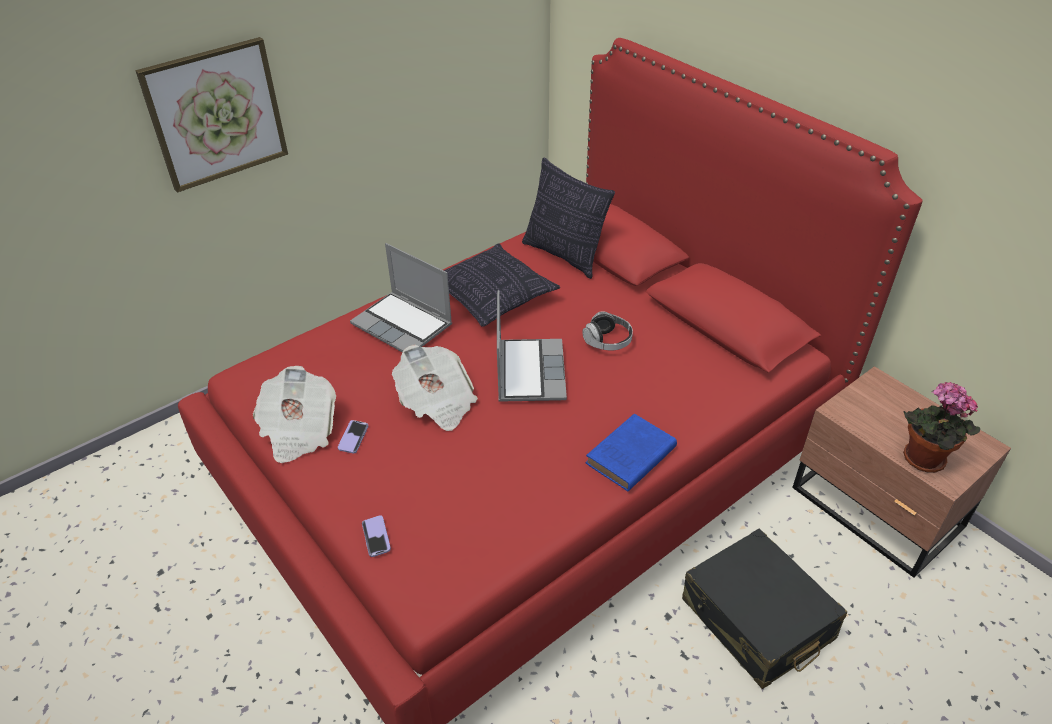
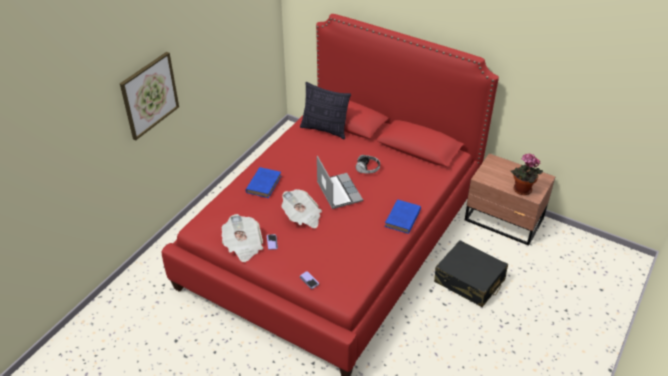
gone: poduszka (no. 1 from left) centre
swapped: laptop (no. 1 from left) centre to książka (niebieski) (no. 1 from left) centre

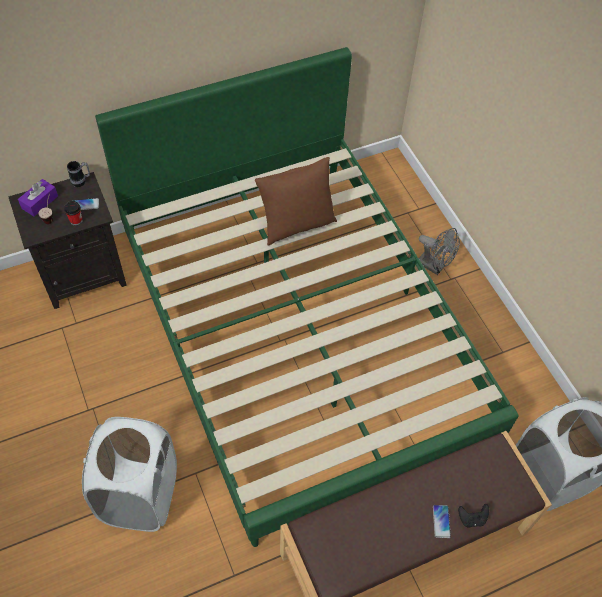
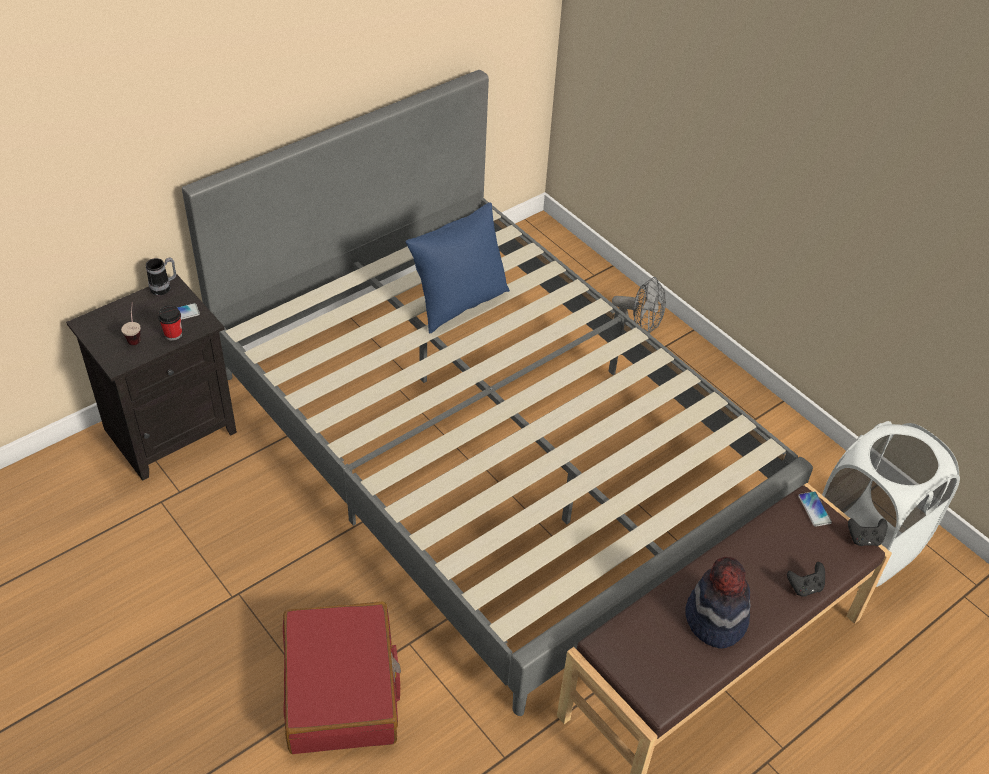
gone: pudełko chusteczek (fioletowy) top left
new: kapelusz bottom right; pad do gier (czarny) (no. 2 from left) bottom right
shifted: telefon (no. 2 from left) bottom right to middle right
swapped: kosz na pranie (biały) (no. 1 from left) bottom left to walizka (czerwony) bottom centre
repainted: łóżko (zielony) centre to łóżko (szary) centre; poduszka (brązowy) centre to poduszka (niebieski) centre

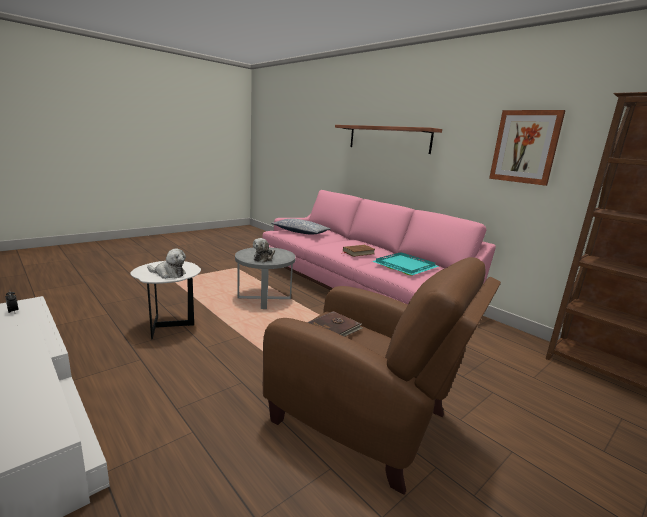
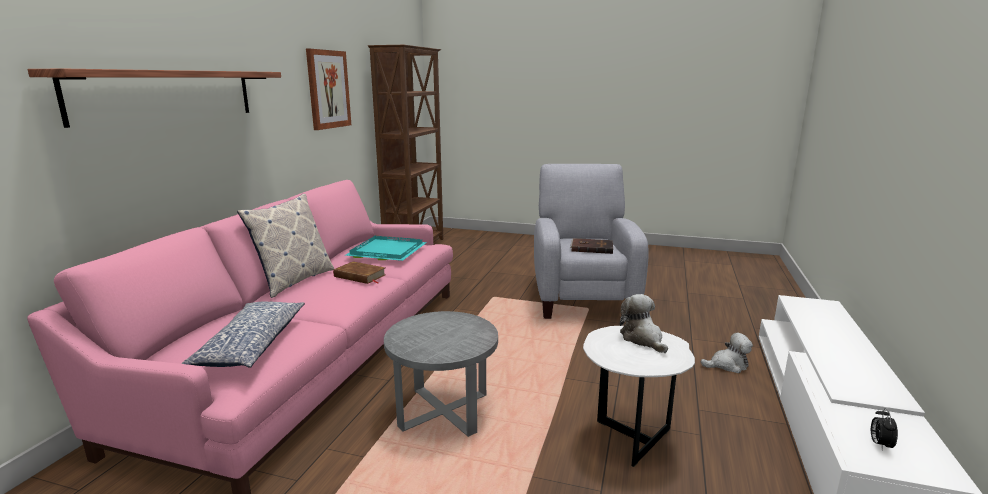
new: poduszka (no. 2 from left) middle left
shifted: pluszak (no. 2 from left) centre to bottom right
repainted: fotel (brązowy) bottom centre to fotel (szary) centre

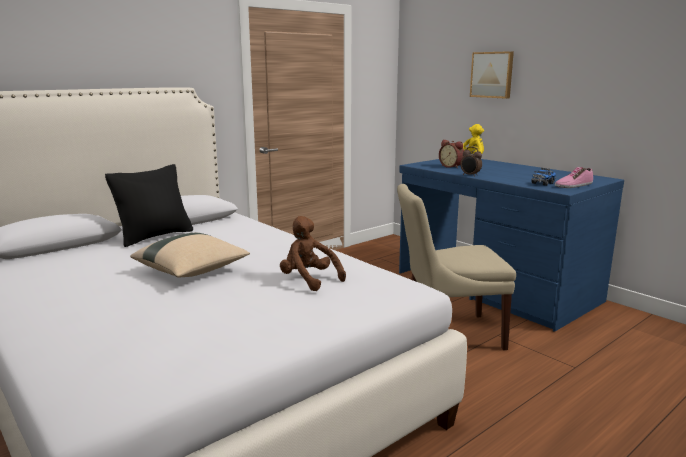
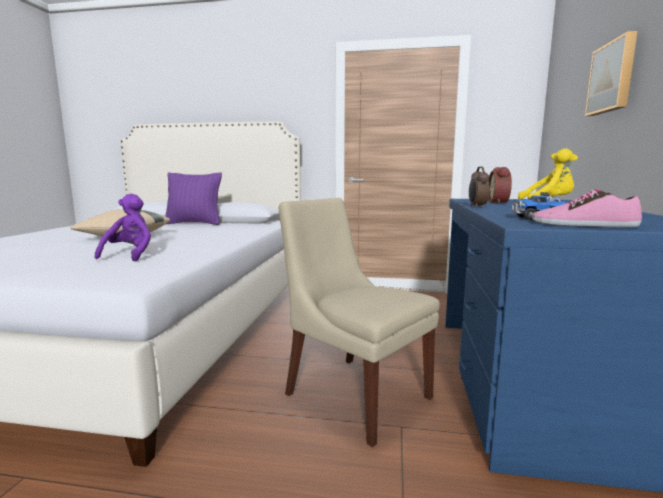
repainted: pluszak (brązowy) centre to pluszak (fioletowy) middle left; poduszka (czarny) middle left to poduszka (fioletowy) middle left

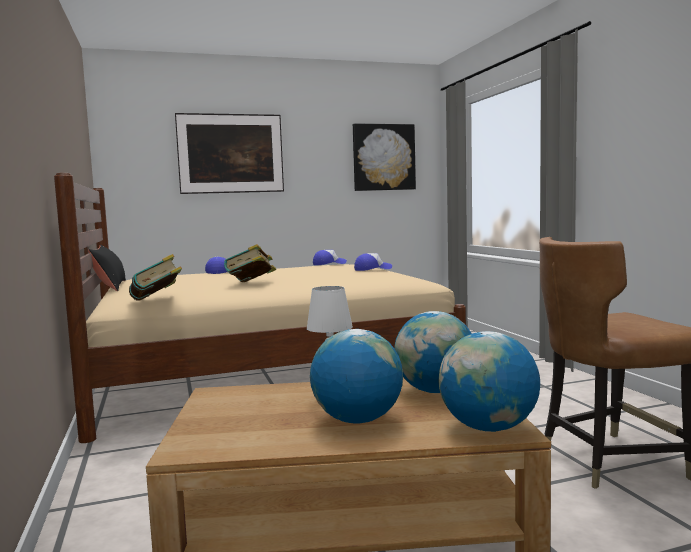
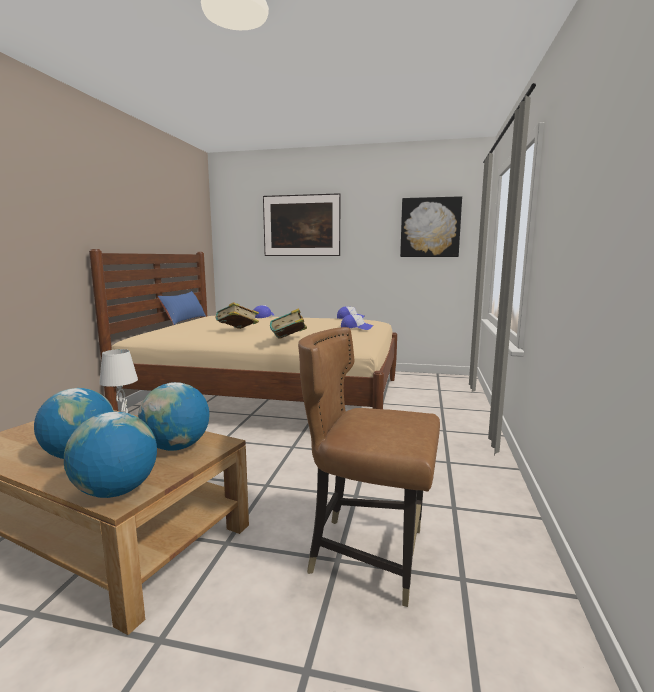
shifted: książka (no. 1 from left in the first image) middle left to książka (no. 2 from left) centre
repainted: poduszka (czarny) middle left to poduszka (niebieski) middle left

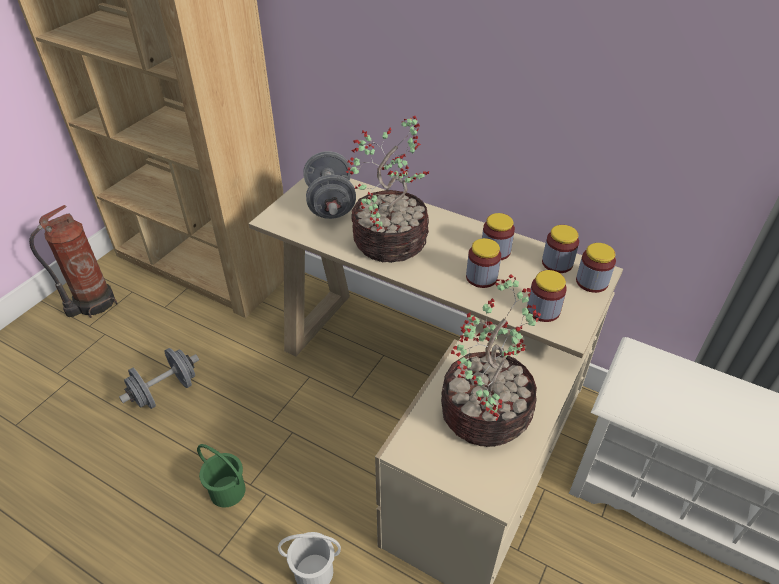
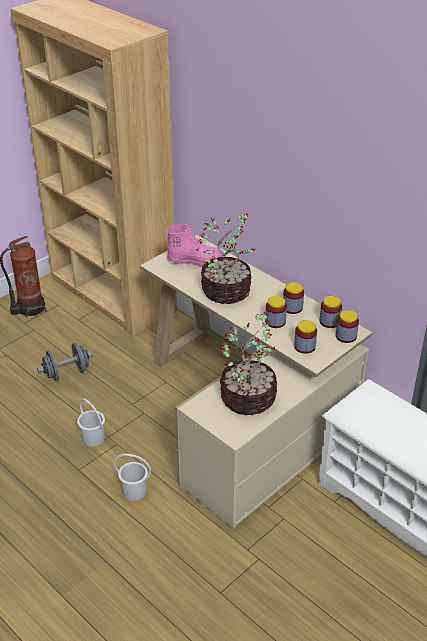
swapped: hantel (szary) (no. 2 from left) top centre to but z cholewką (różowy) centre
repainted: wiadro (zielony) bottom left to wiadro (biały) (no. 1 from left) middle left

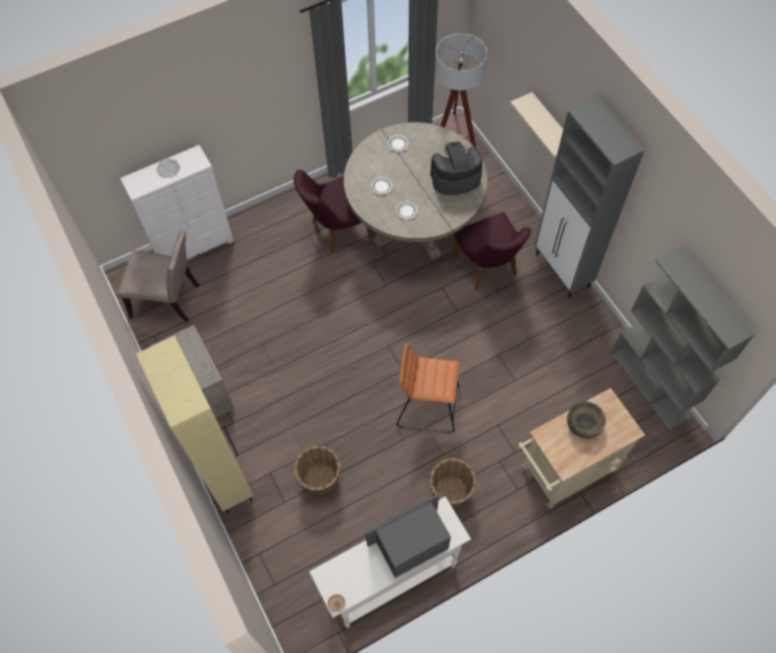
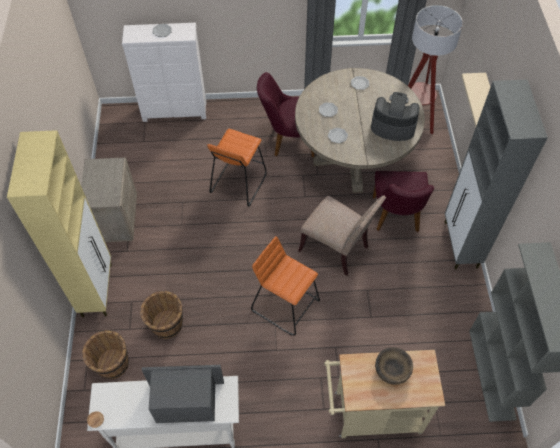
new: stołek (pomarańczowy) (no. 1 from left) centre
shifted: wiadro (brązowy) (no. 2 from left in the first image) bottom centre to wiadro (brązowy) (no. 1 from left) bottom left; krzesło (beżowy) middle left to centre

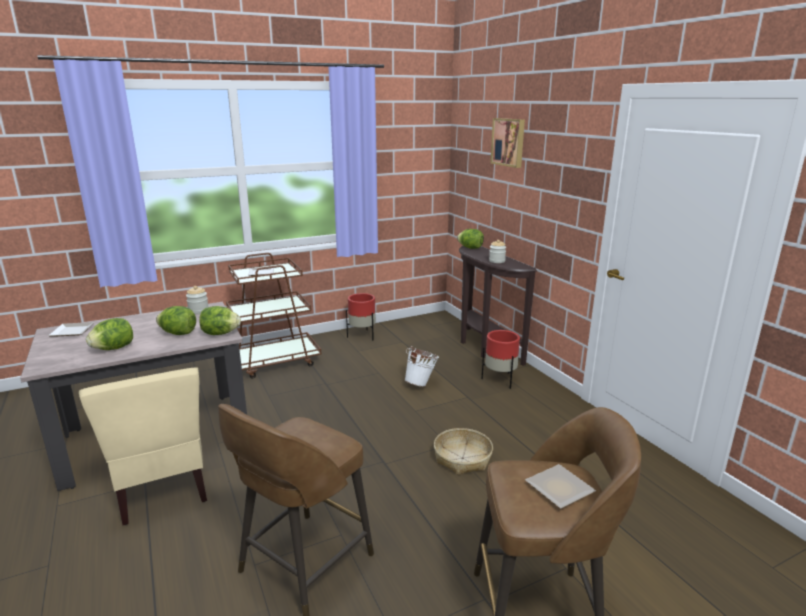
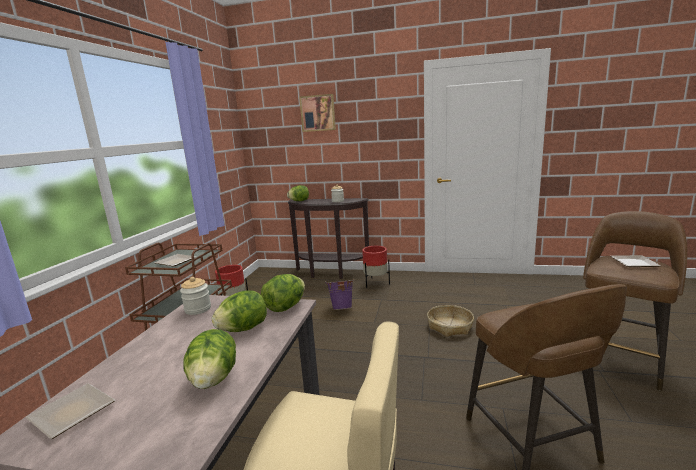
repainted: wiadro (biały) centre to wiadro (fioletowy) centre

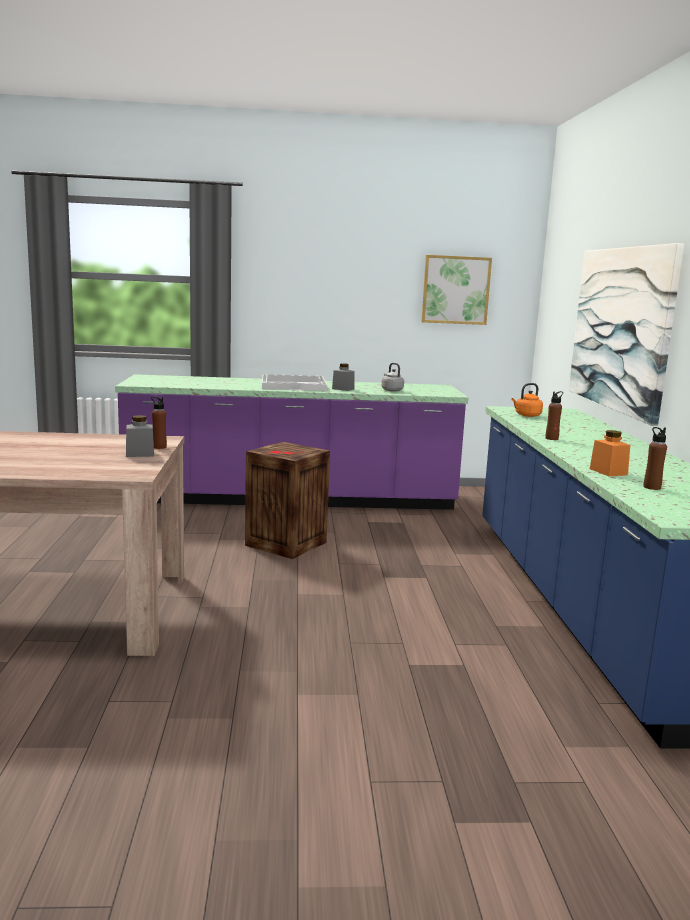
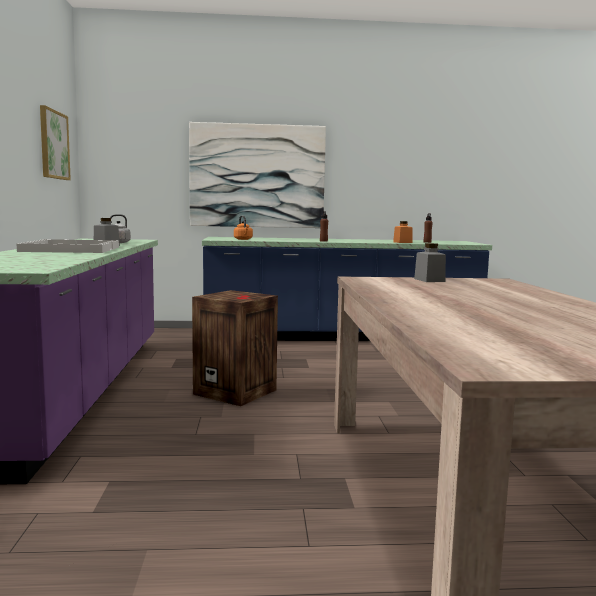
gone: butelka (brązowy) (no. 1 from left) middle left

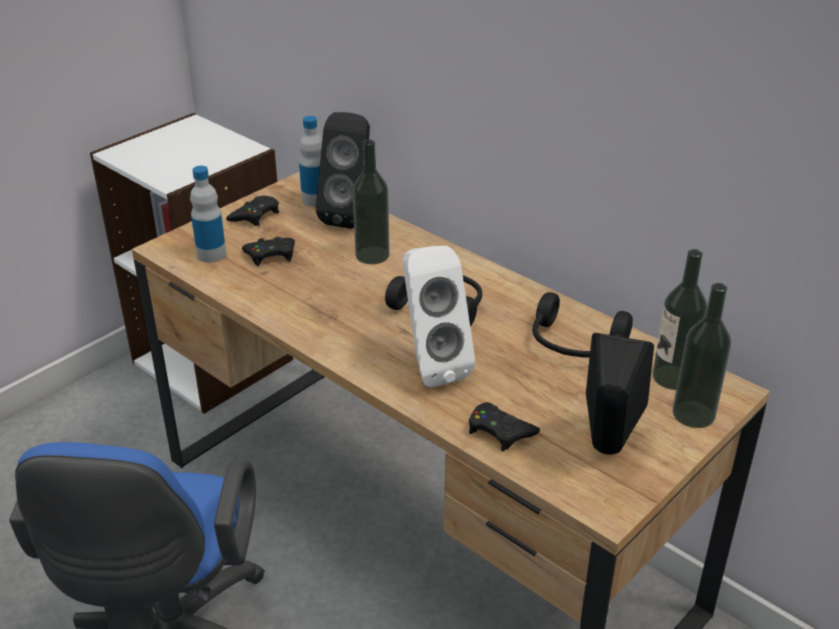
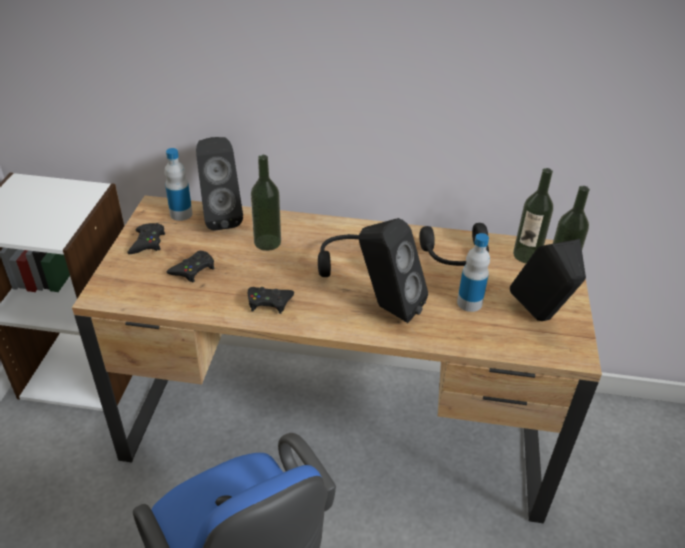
shifted: pad do gier (czarny) (no. 3 from left) bottom centre to centre; butelka (no. 1 from left in the first image) middle left to butelka (no. 3 from left) middle right
repainted: głośnik (biały) centre to głośnik (czarny) (no. 2 from left) centre

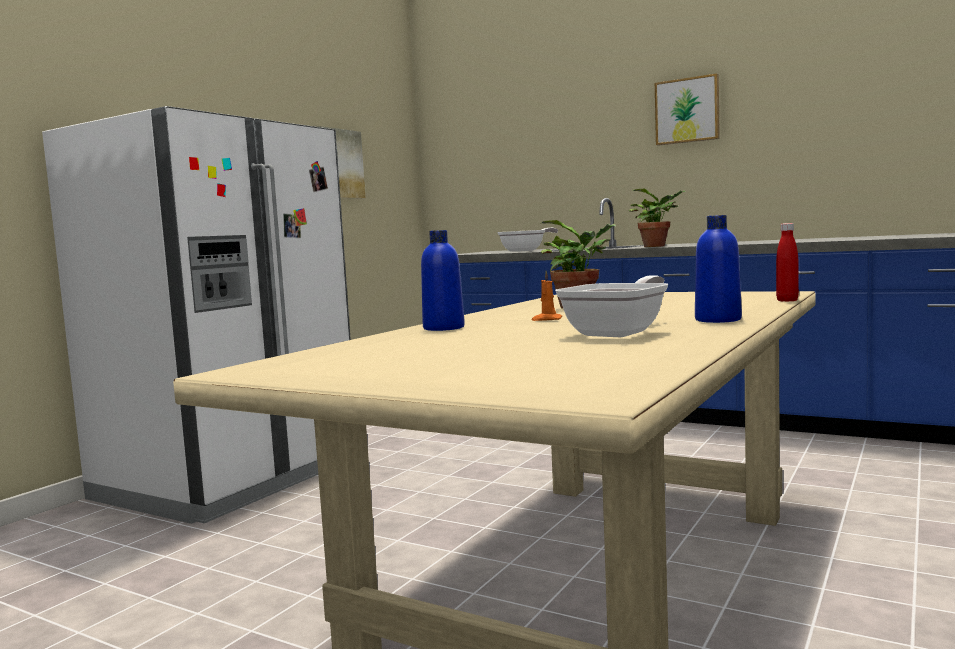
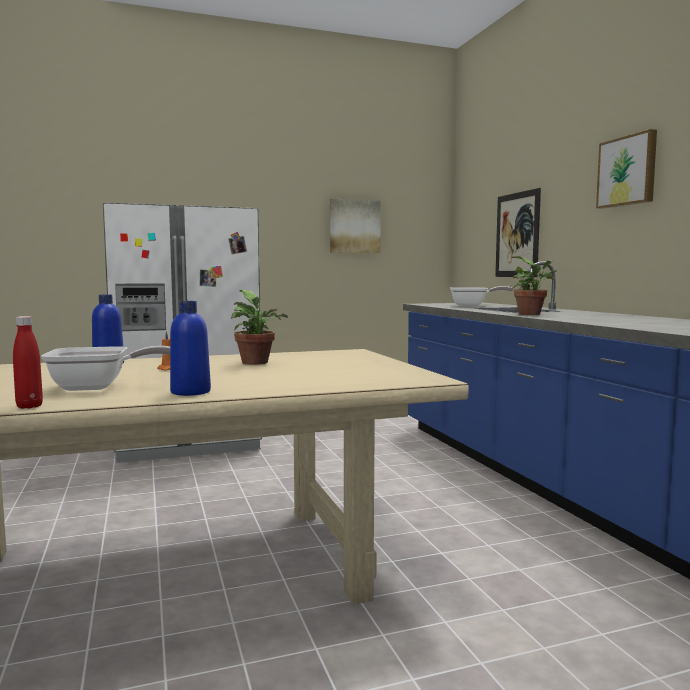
new: obraz (no. 2 from left) middle right
shifted: butelka (czerwony) middle right to middle left

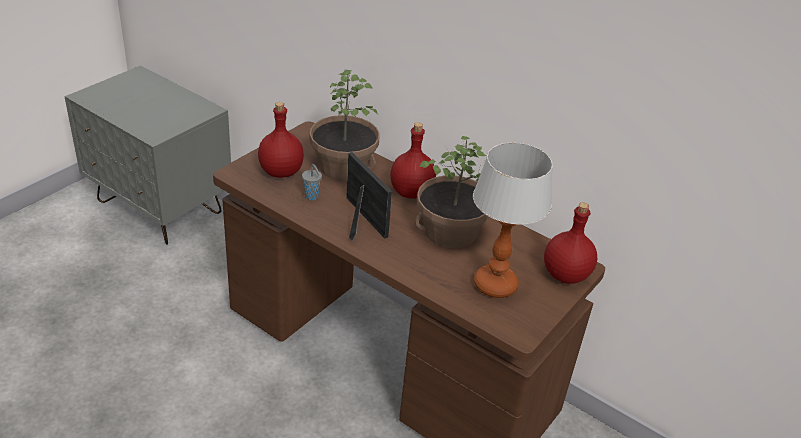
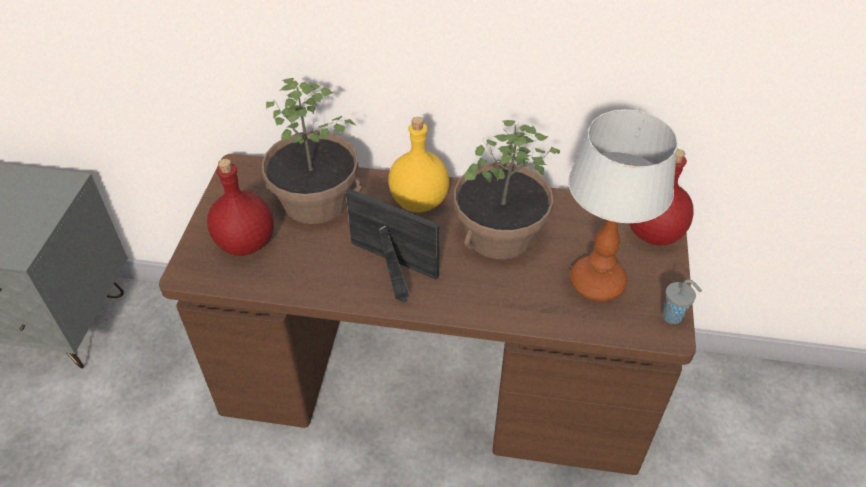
shifted: filiżanka (szary) centre to middle right
repainted: butelka (czerwony) (no. 2 from left) centre to butelka (żółty) centre

